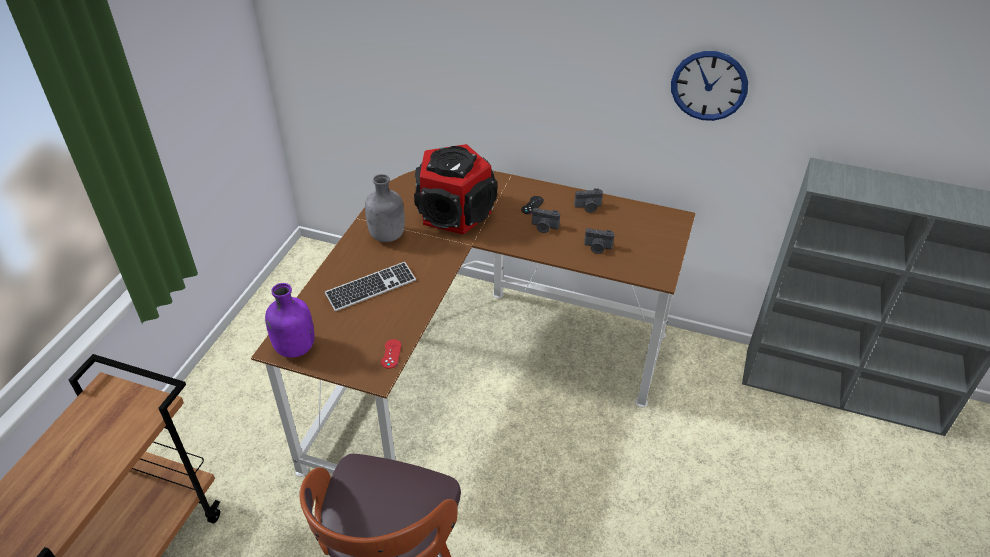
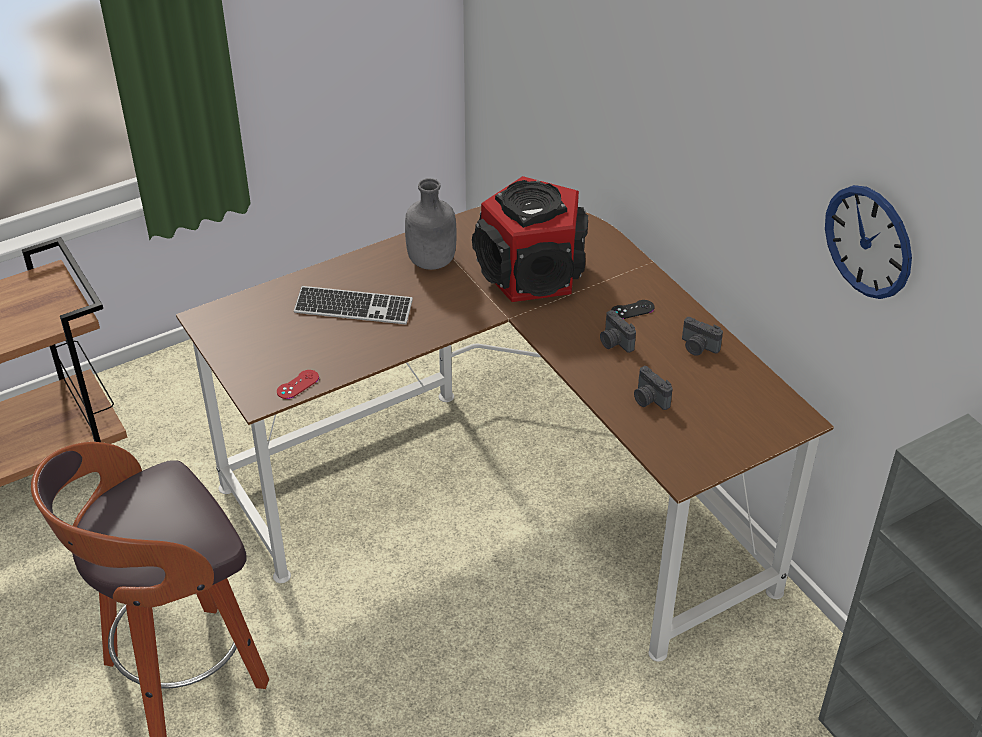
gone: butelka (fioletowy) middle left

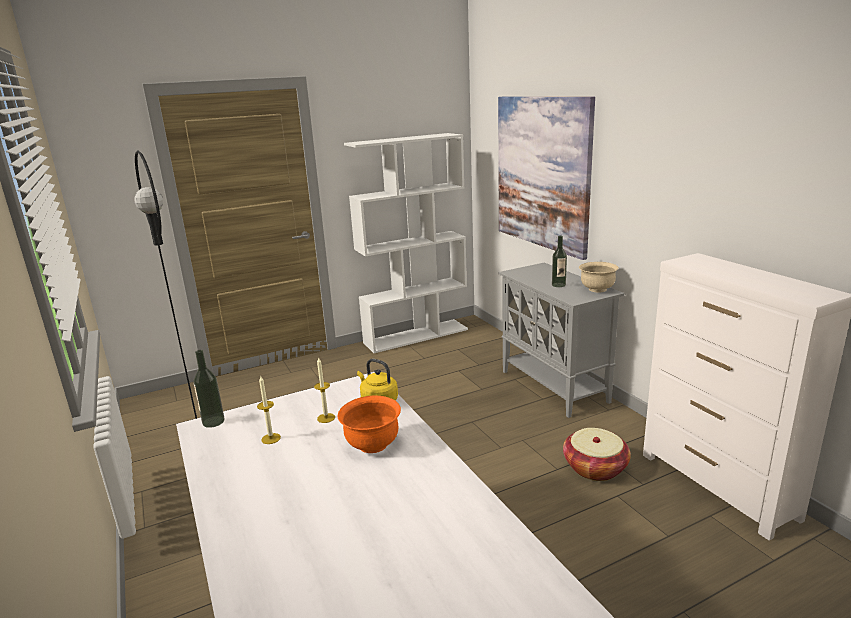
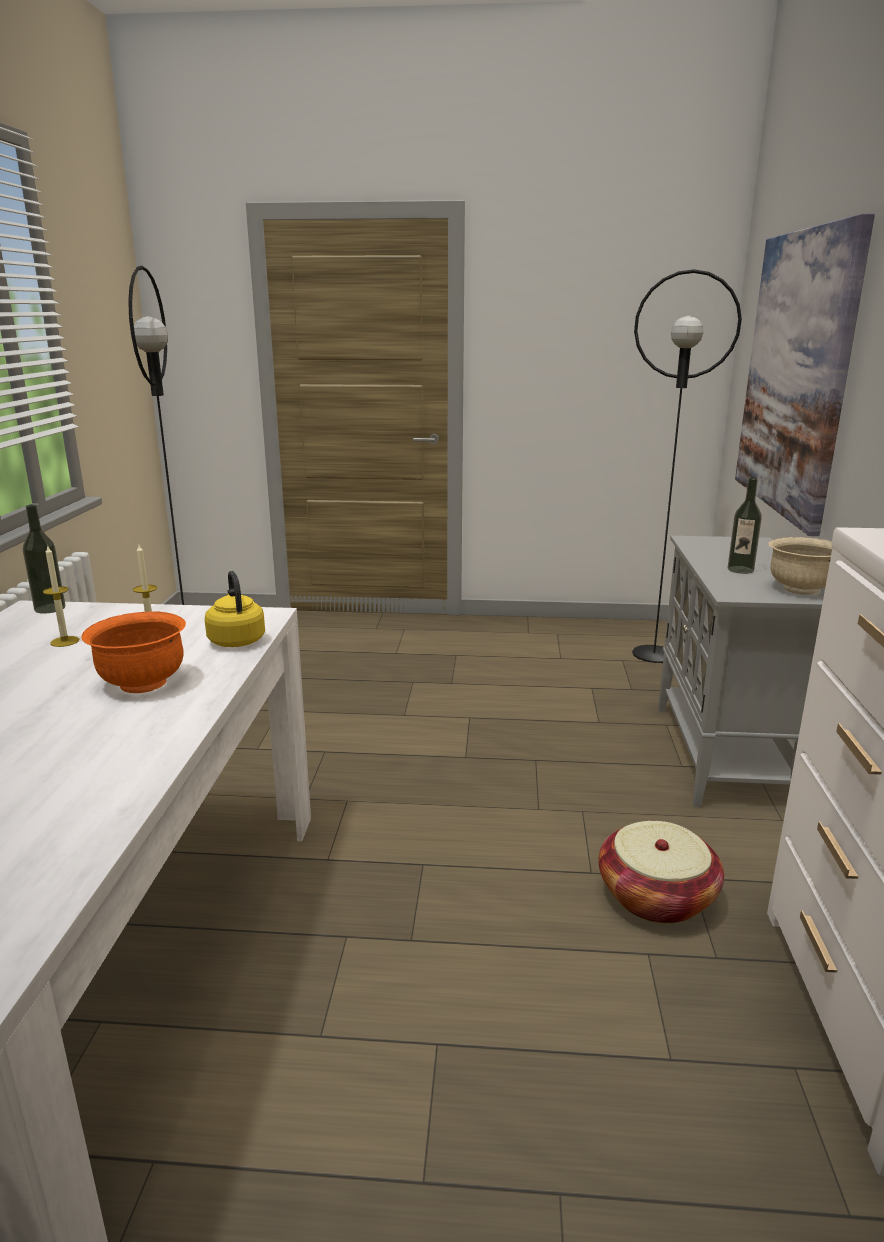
gone: regał (biały) centre
new: lampa stojąca (czarny) (no. 2 from left) middle right

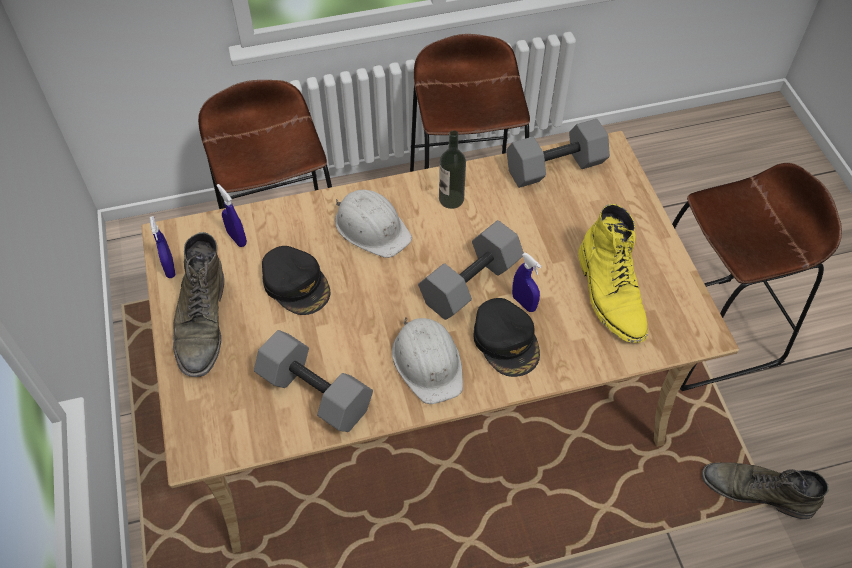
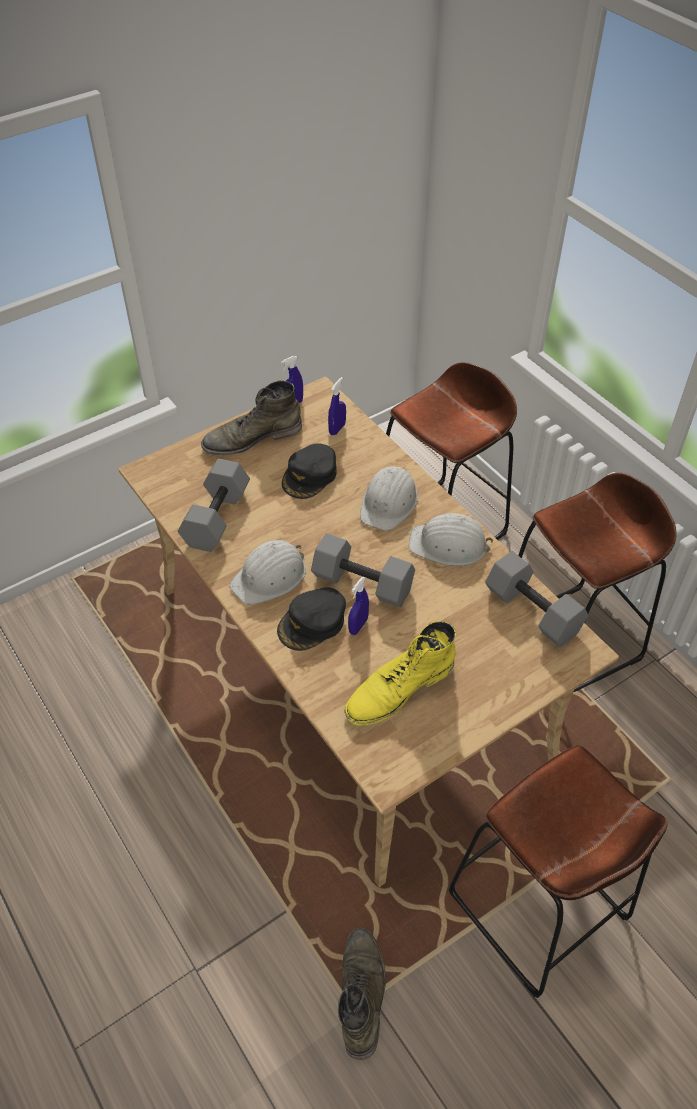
swapped: butelka top centre to kask (biały) (no. 3 from left) centre

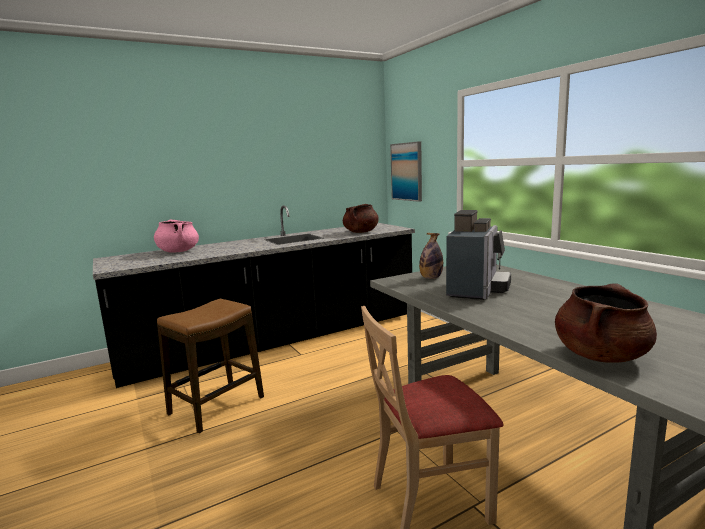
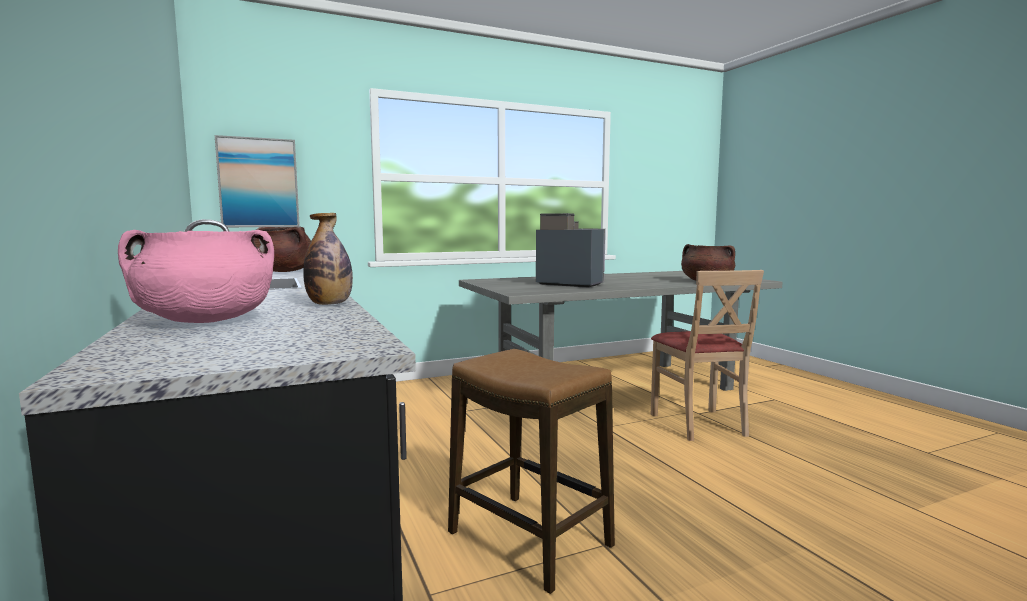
shifted: butelka centre to middle left

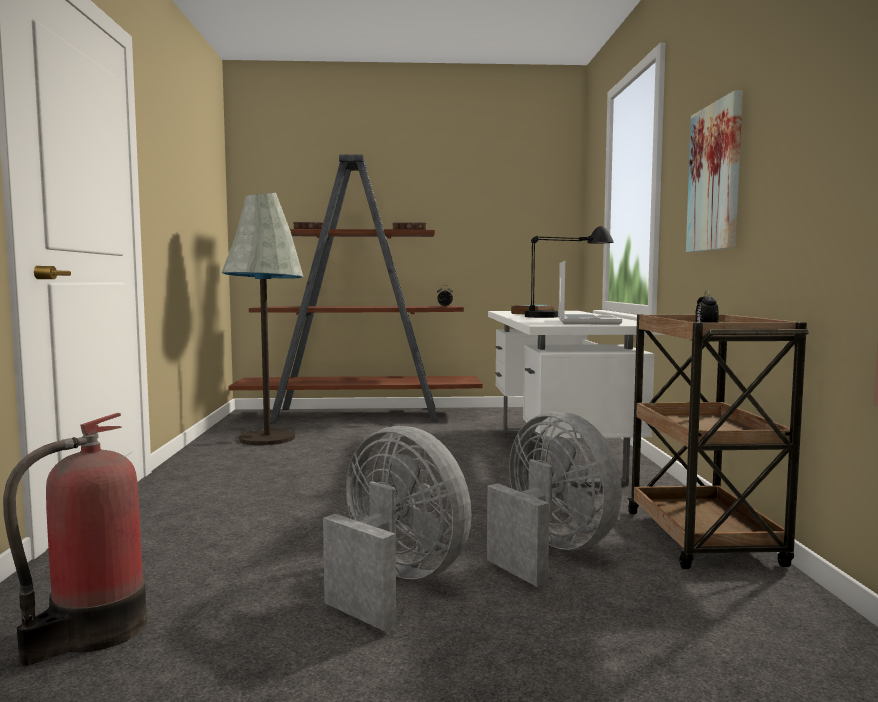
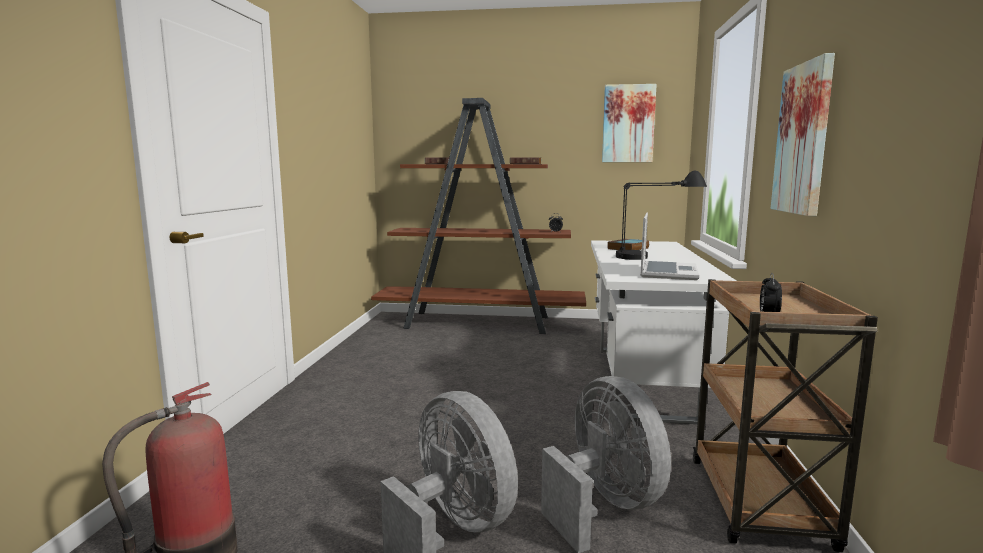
gone: lampa stojąca (szary) middle left
new: obraz (no. 1 from left) top centre

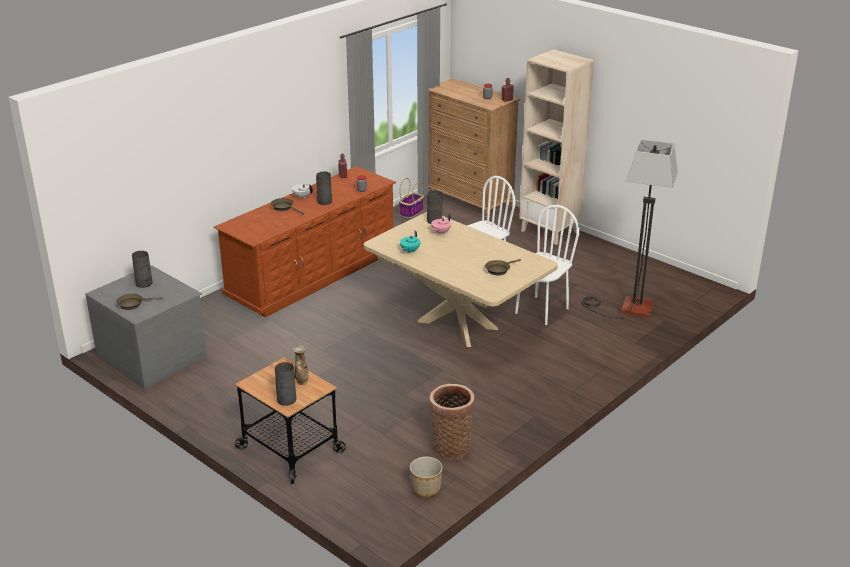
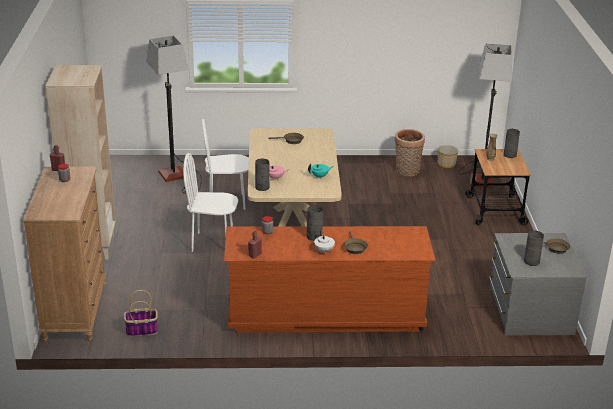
new: lampa stojąca (no. 2 from left) top right

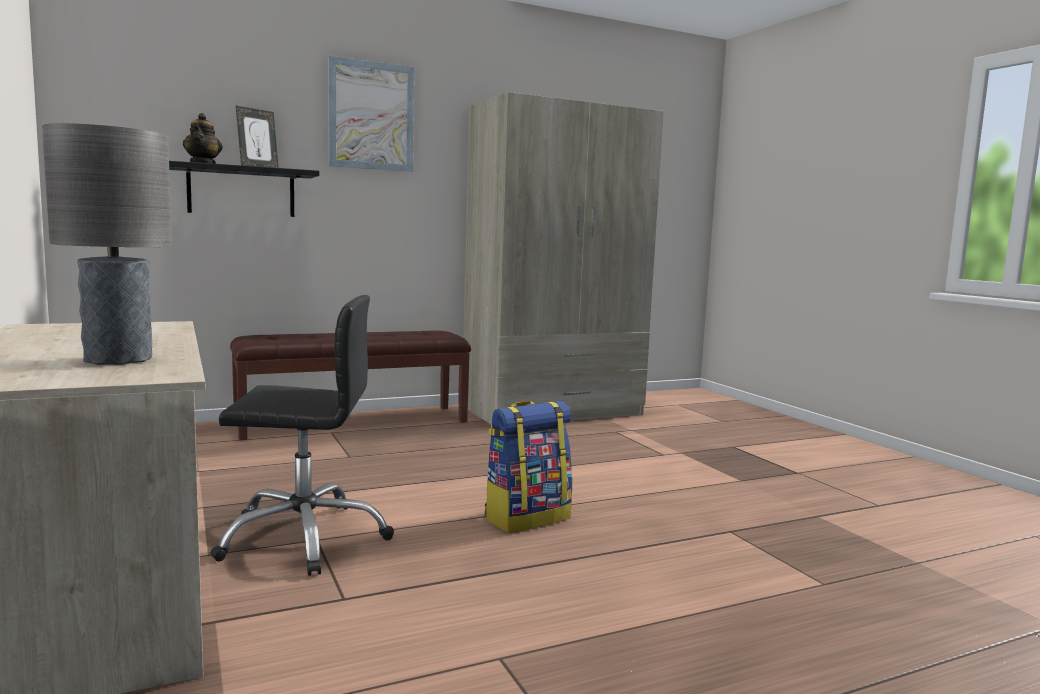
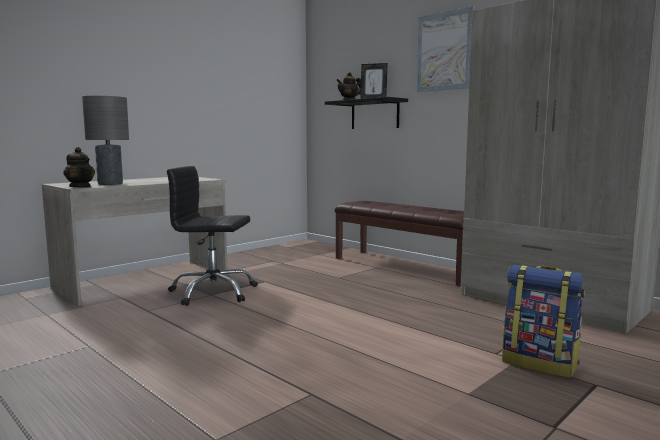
new: imbryk (no. 1 from left) middle left
shifted: plecak bottom centre to bottom right
rotated: krzesło biurowe (czarny) middle left = middle left 120 degrees clockwise

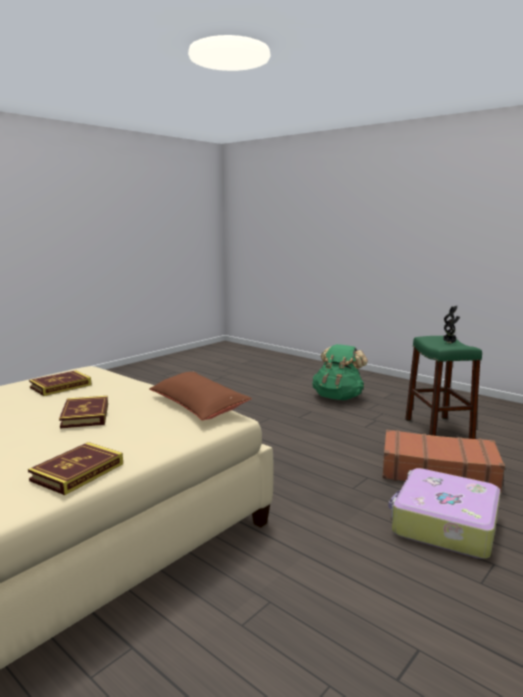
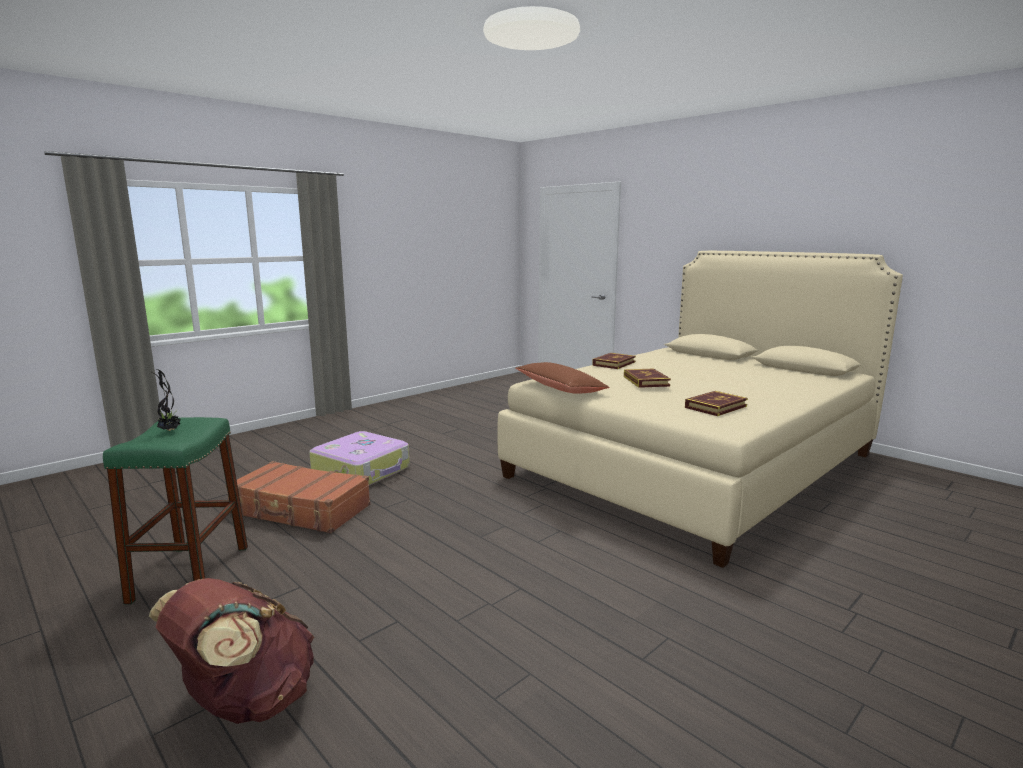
repainted: plecak (zielony) centre to plecak (brązowy) bottom left

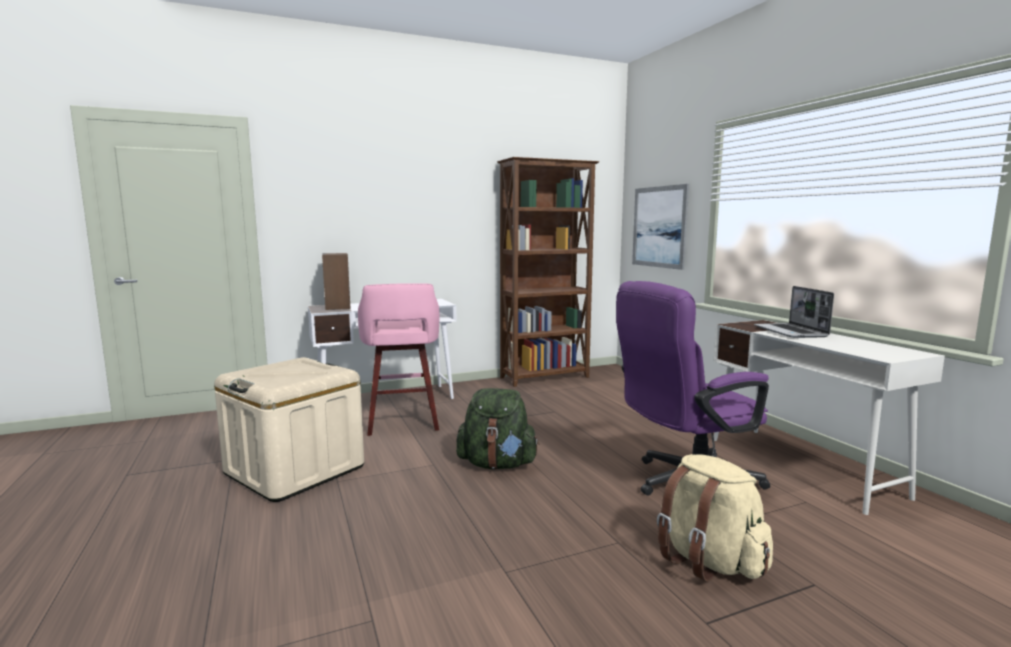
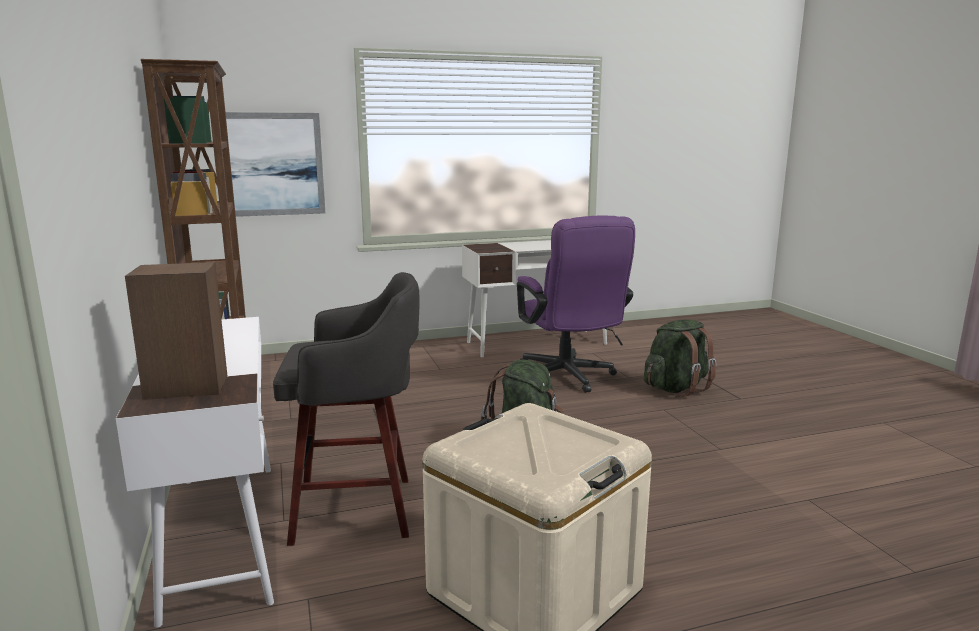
gone: laptop middle right
repainted: stołek (różowy) centre to stołek (szary) centre; plecak (beżowy) bottom right to plecak (zielony) (no. 2 from left) middle right

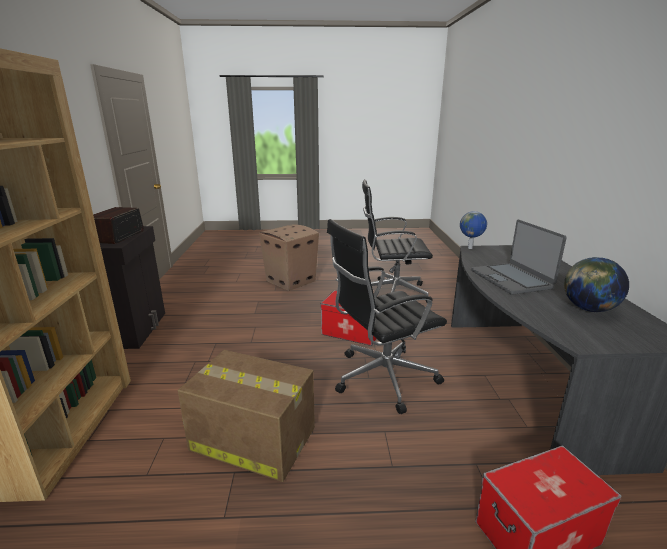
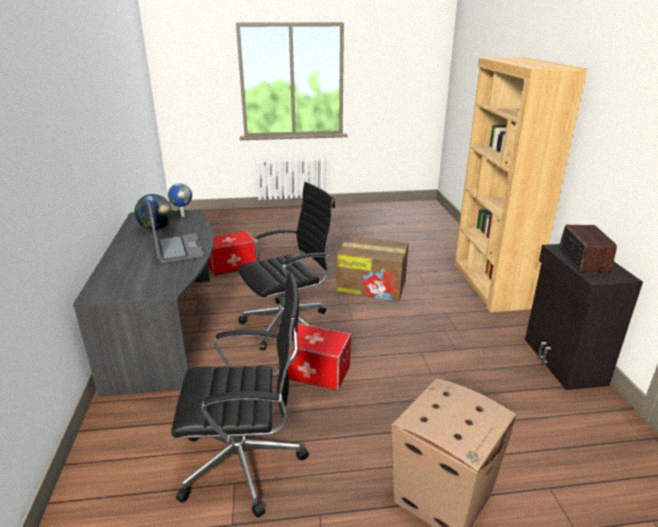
shifted: globus (no. 1 from left in the first image) middle right to globus (no. 2 from left) middle left

